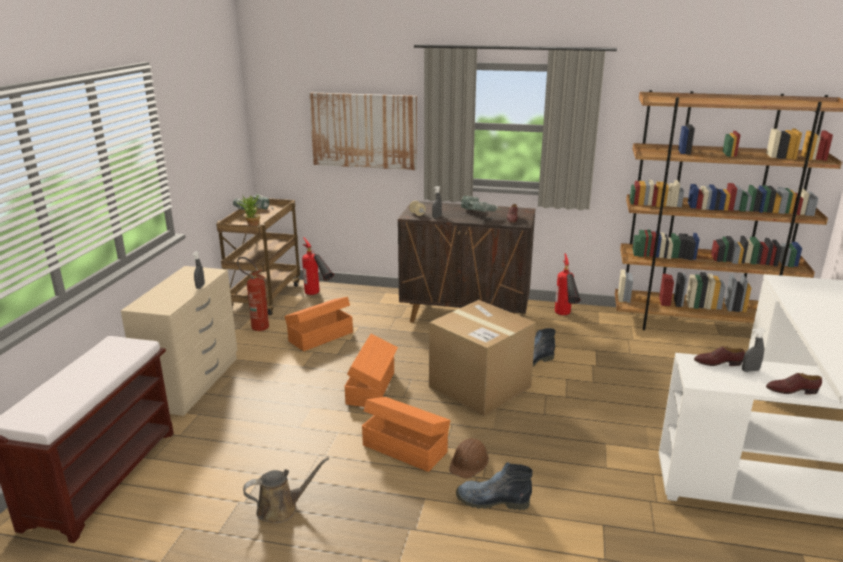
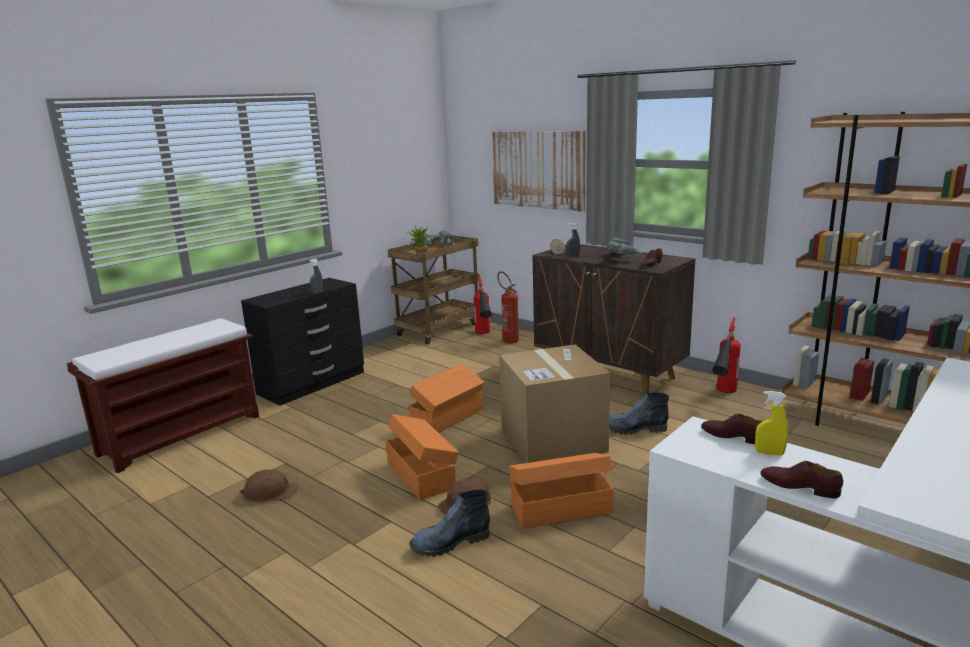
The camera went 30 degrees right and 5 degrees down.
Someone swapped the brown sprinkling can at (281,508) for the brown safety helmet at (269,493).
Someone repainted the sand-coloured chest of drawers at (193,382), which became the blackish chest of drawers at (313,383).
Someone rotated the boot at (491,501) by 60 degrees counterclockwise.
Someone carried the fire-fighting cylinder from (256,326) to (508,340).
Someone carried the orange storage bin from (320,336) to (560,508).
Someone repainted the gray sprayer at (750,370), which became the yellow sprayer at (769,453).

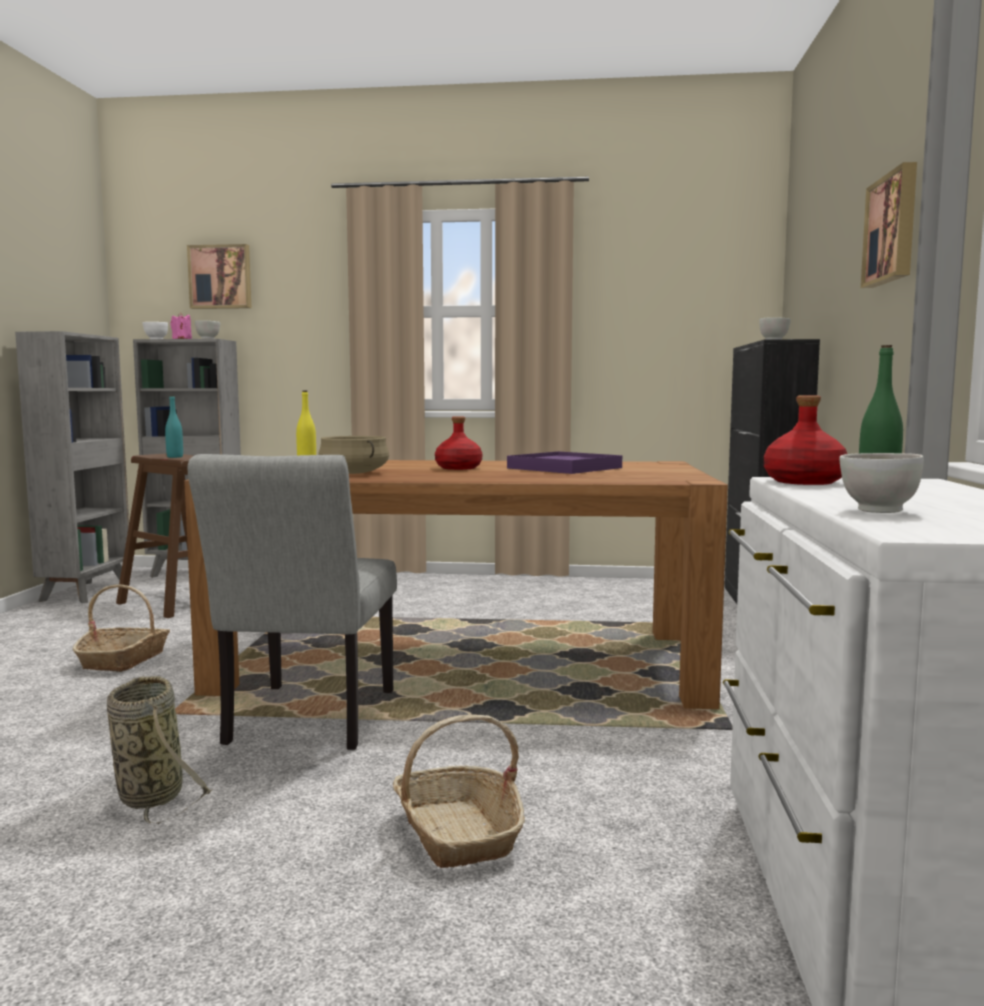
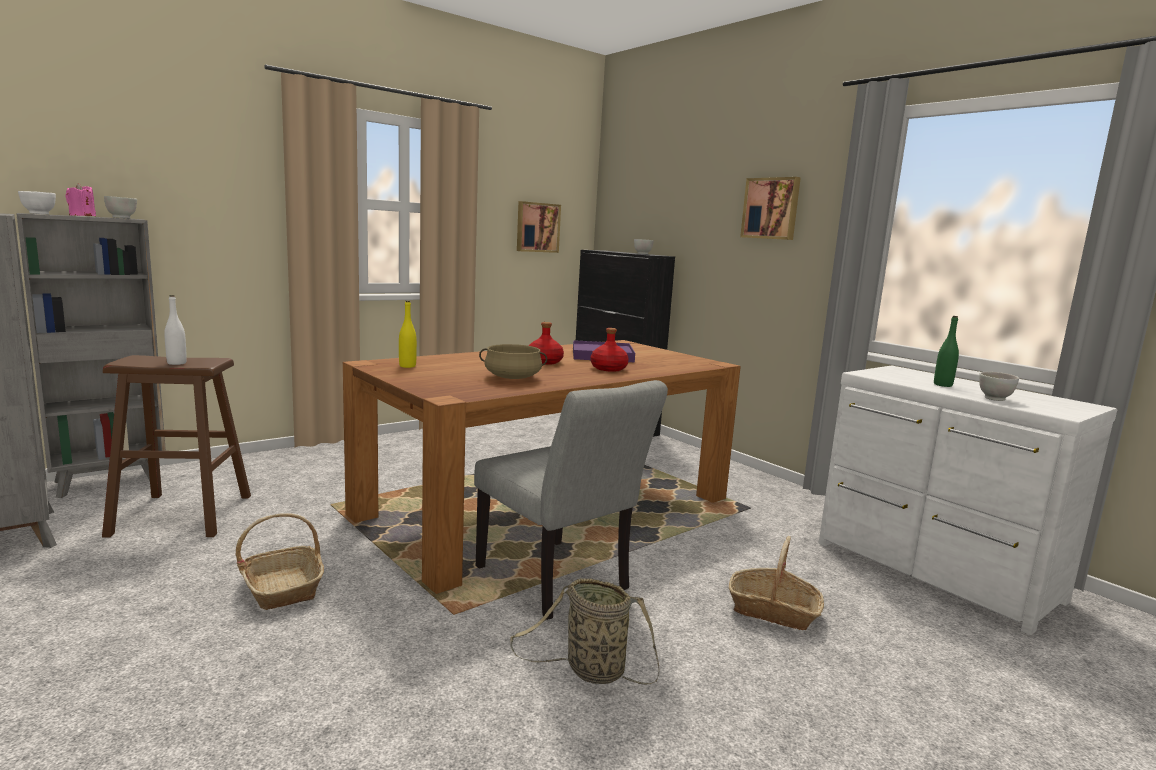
The camera went 45 degrees left and 5 degrees up.
Someone repainted the blue-green drink bottle at (175,457), which became the whitish drink bottle at (176,363).
Someone carried the wall picture from (220,277) to (537,227).
Someone carried the reddish drink bottle from (805,482) to (609,369).

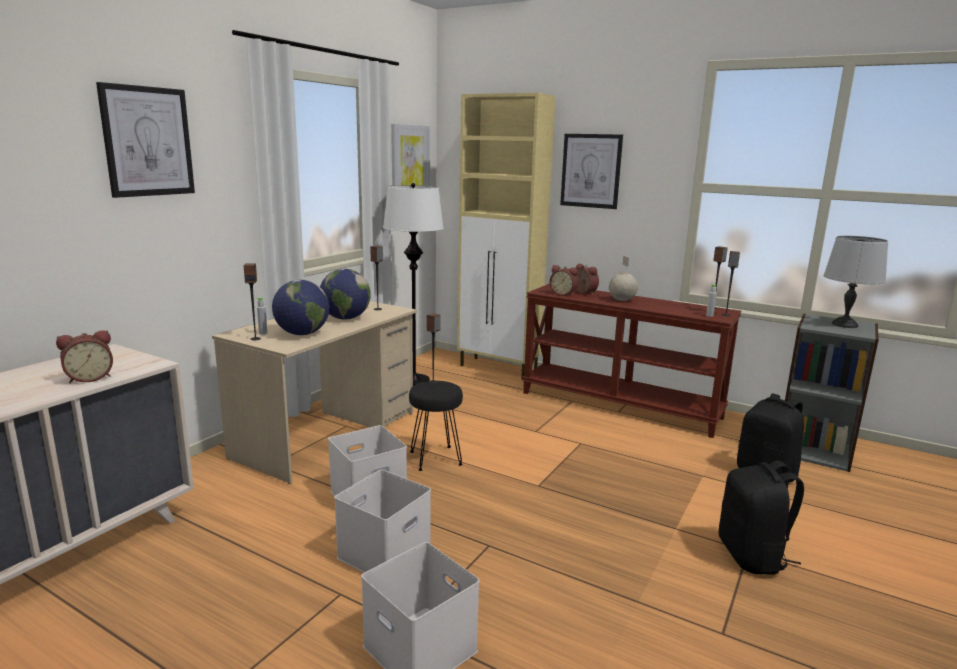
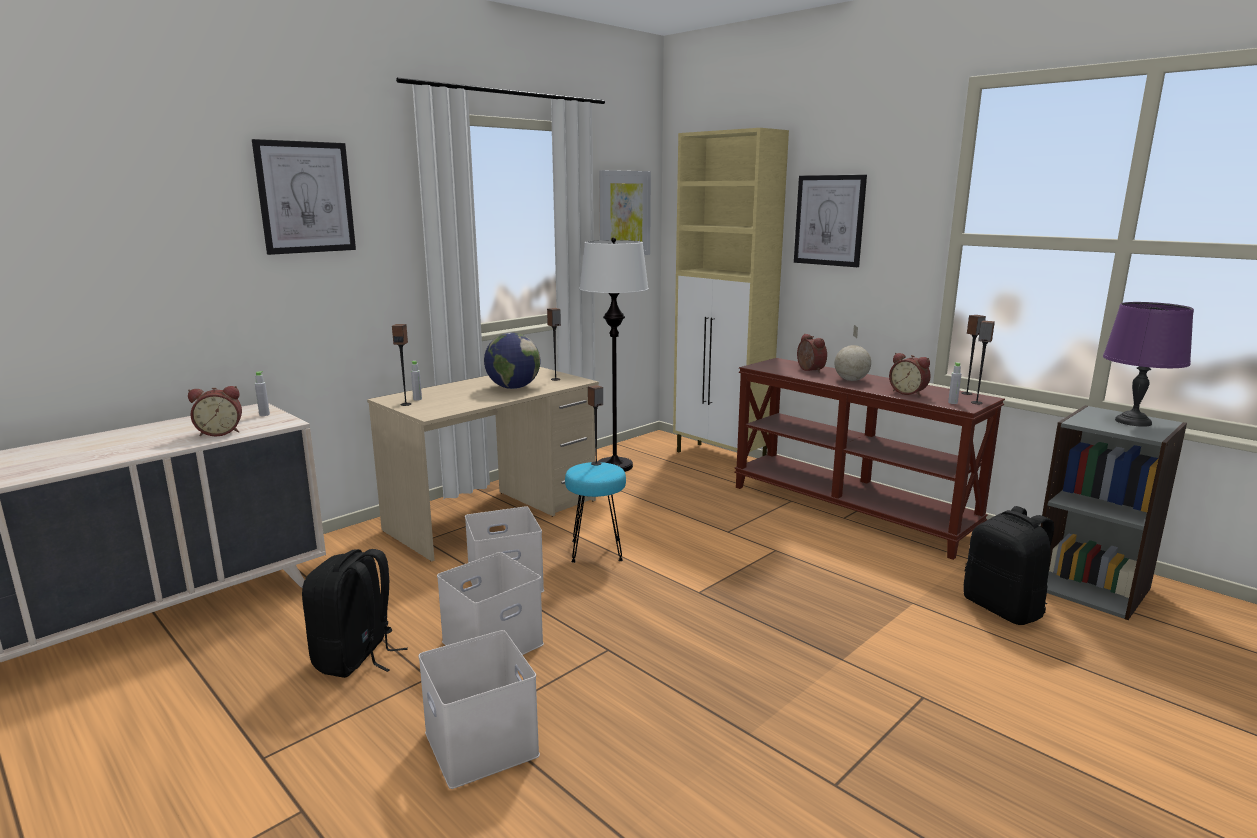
The camera went 15 degrees right and 0 degrees up.
Someone put down the gray drink bottle at (264,414).
Someone carried the blackish rucksack from (753,556) to (356,658).
Someone repainted the blackish stool at (435,459), which became the blue-green stool at (596,551).
Someone carried the table clock from (563,294) to (908,392).
Someone repainted the gray table lamp at (844,324), which became the purple-coloured table lamp at (1132,421).
Someone took away the world globe at (302,334).

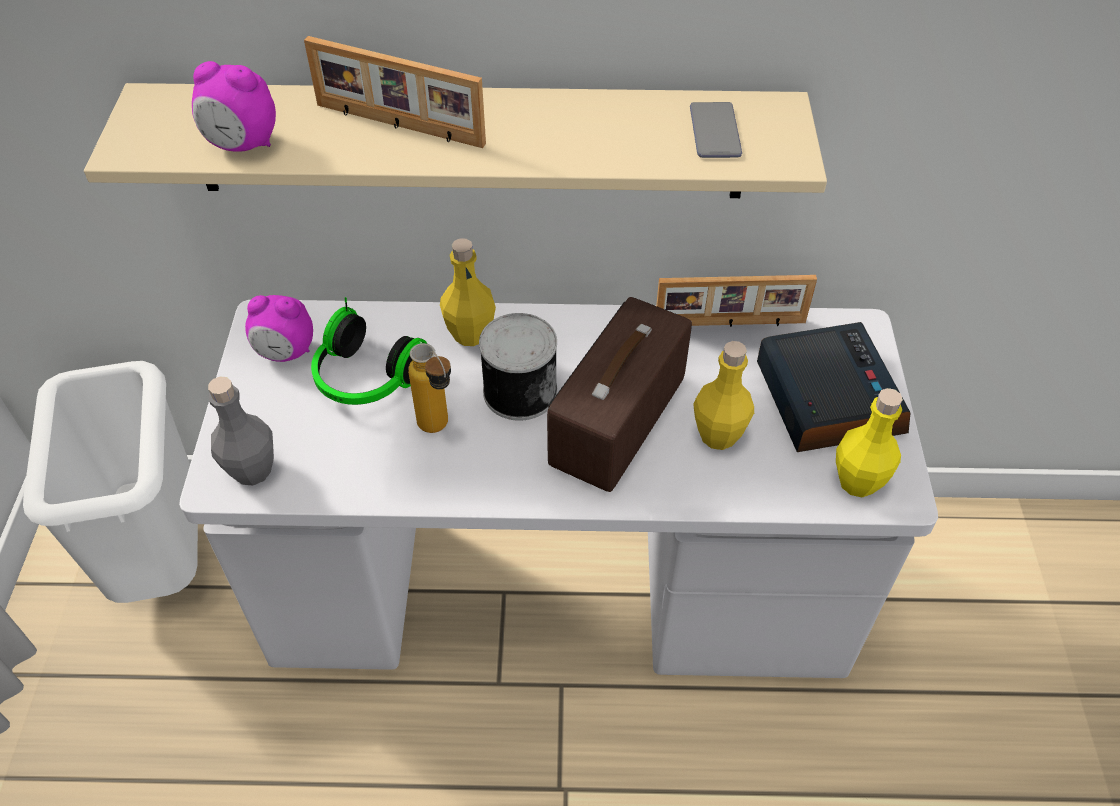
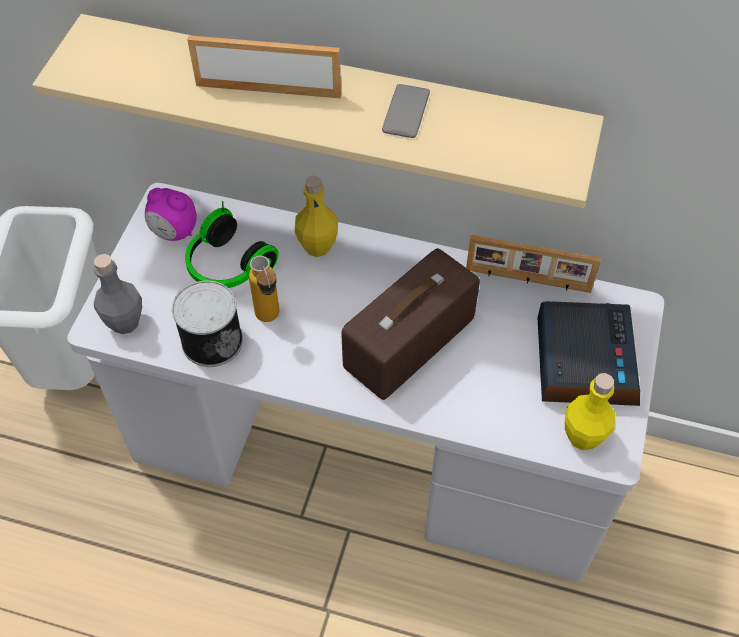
The camera went 15 degrees right and 5 degrees up.
Someone carried the can from (518,390) to (211,340).
Someone rotated the picture frame at (398,126) by 150 degrees clockwise.
Someone carried the handset from (715,132) to (406,112).
Someone took away the table clock at (242,145).
Someone took away the yellow drink bottle at (718,435).

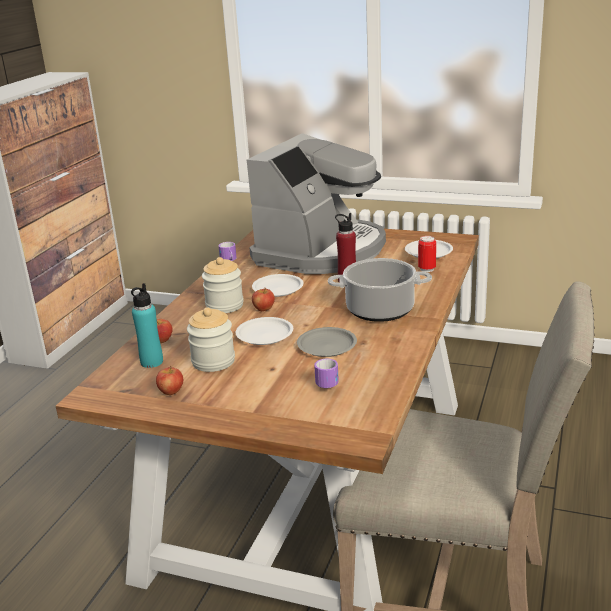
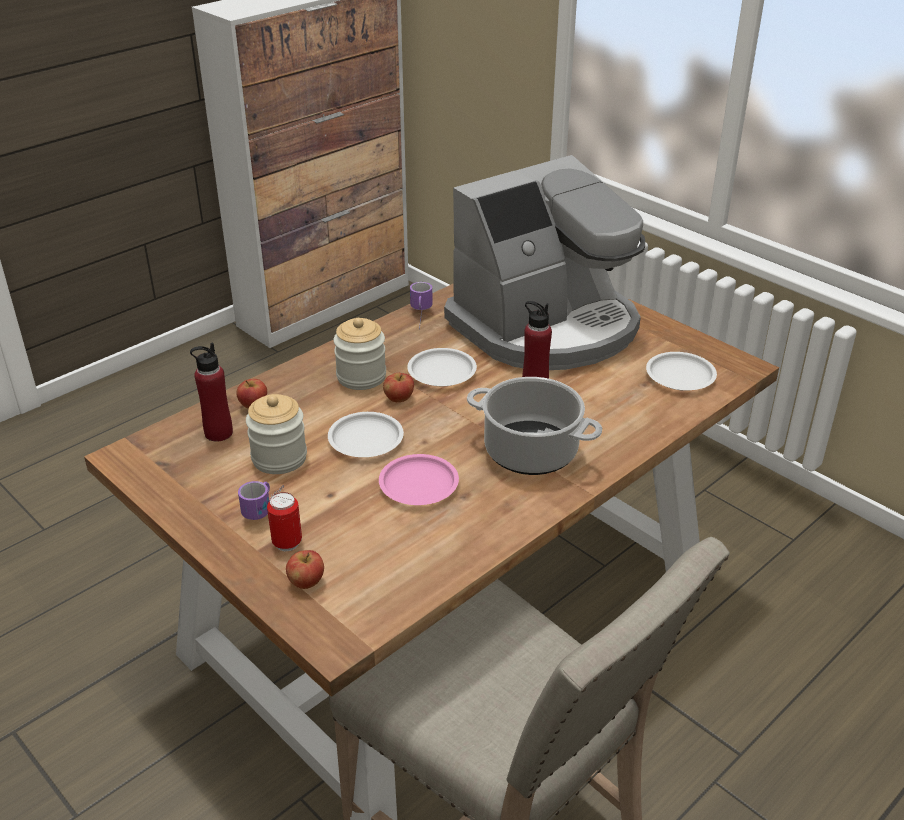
The camera went 25 degrees right and 10 degrees up.
Someone repainted the blue-green drink bottle at (151,362), which became the reddish drink bottle at (218,433).
Someone carried the coffee mug from (326,381) to (266,507).
Someone carried the can from (427,269) to (287,543).
Someone carried the apple fruit from (171,392) to (306,582).
Someone repainted the gray dinner plate at (326,346), which became the pinkish dinner plate at (418,484).

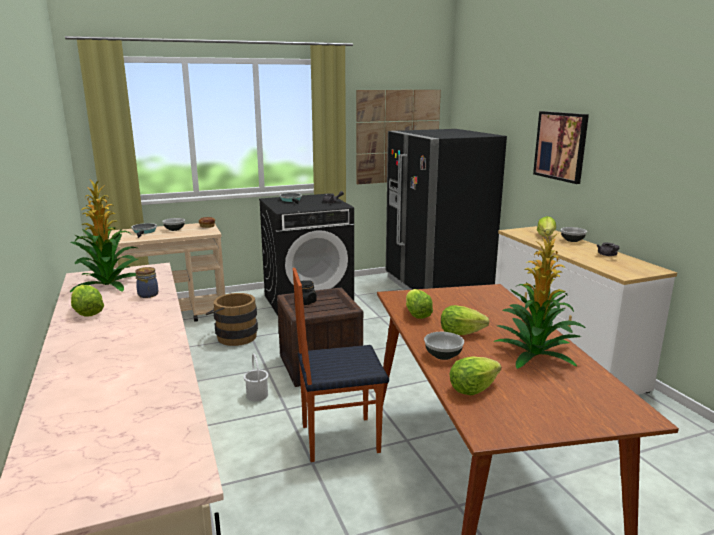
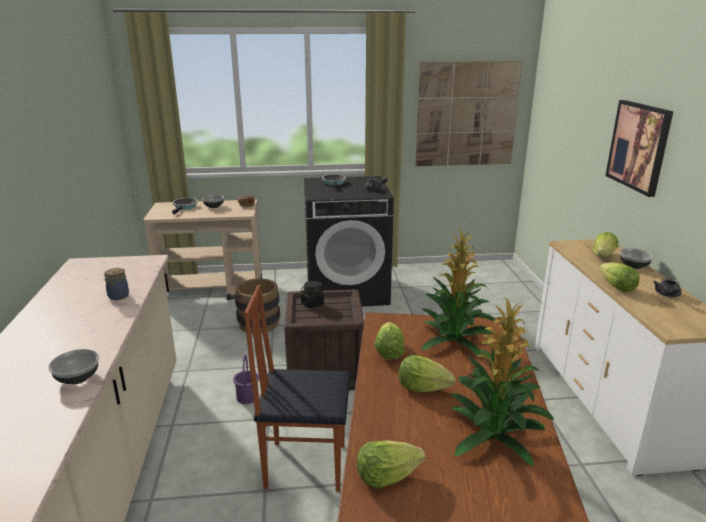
The camera went 15 degrees right and 5 degrees up.
Someone carried the serving bowl from (443,355) to (78,378).
Someone repainted the whitish water bucket at (257,396), which became the purple-coloured water bucket at (247,397).
Someone carried the houseplant from (109,284) to (455,339).
Someone carried the lettuce head from (87,313) to (616,287).
Someone took away the blackish fridge at (437,287).

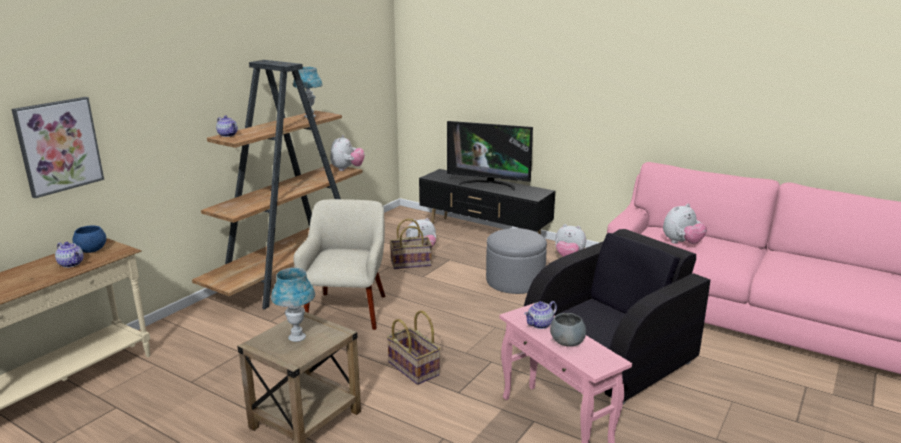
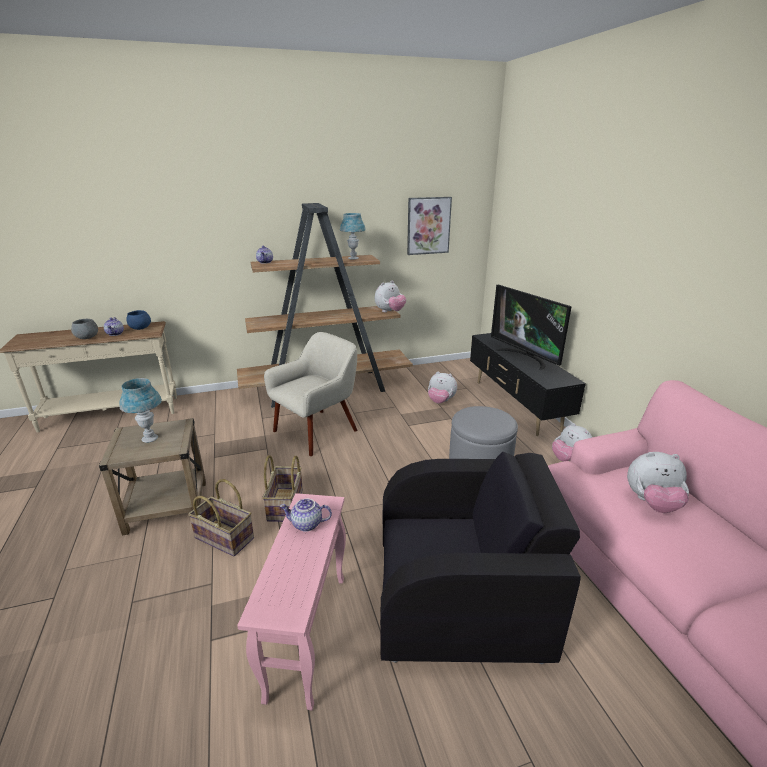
The camera went 40 degrees right and 5 degrees up.
Someone carried the gray serving bowl from (567,342) to (87,337).
Someone carried the storage basket from (411,263) to (225,537).
Someone carried the wall picture from (59,146) to (428,225).

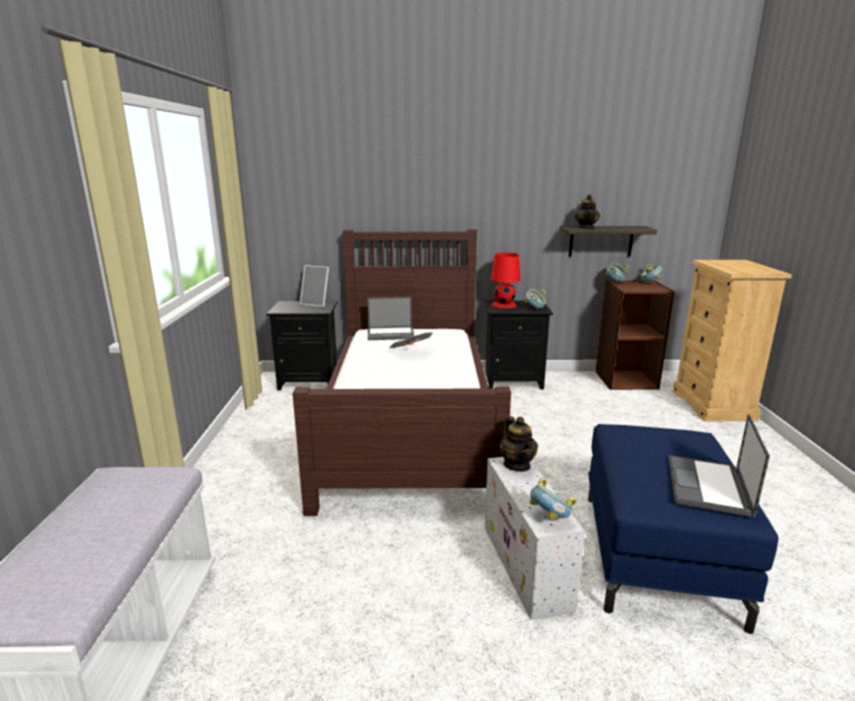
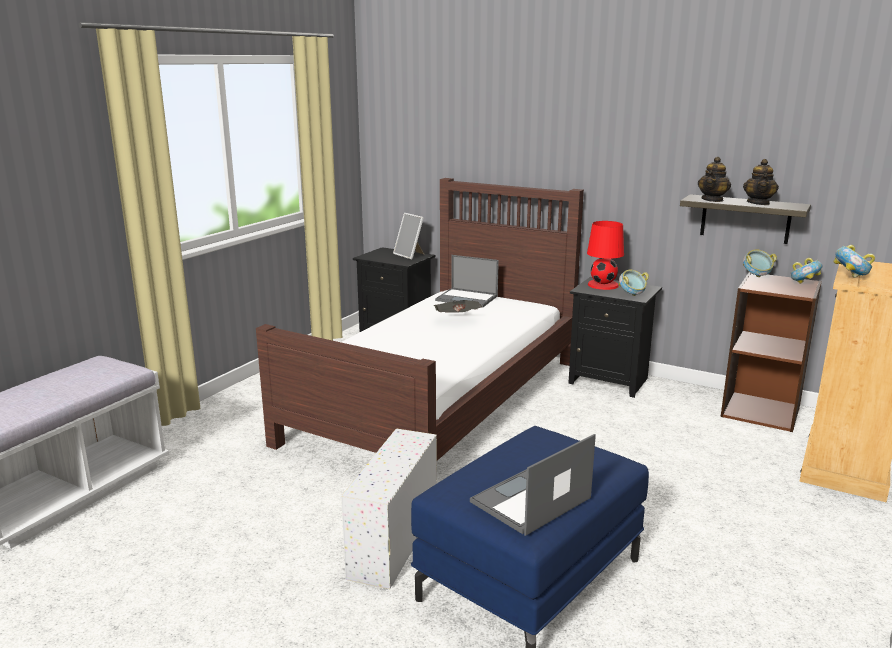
The camera went 30 degrees right and 0 degrees up.
Someone carried the pot for tea from (517,465) to (758,203).
Someone carried the serving bowl from (550,518) to (850,277).

